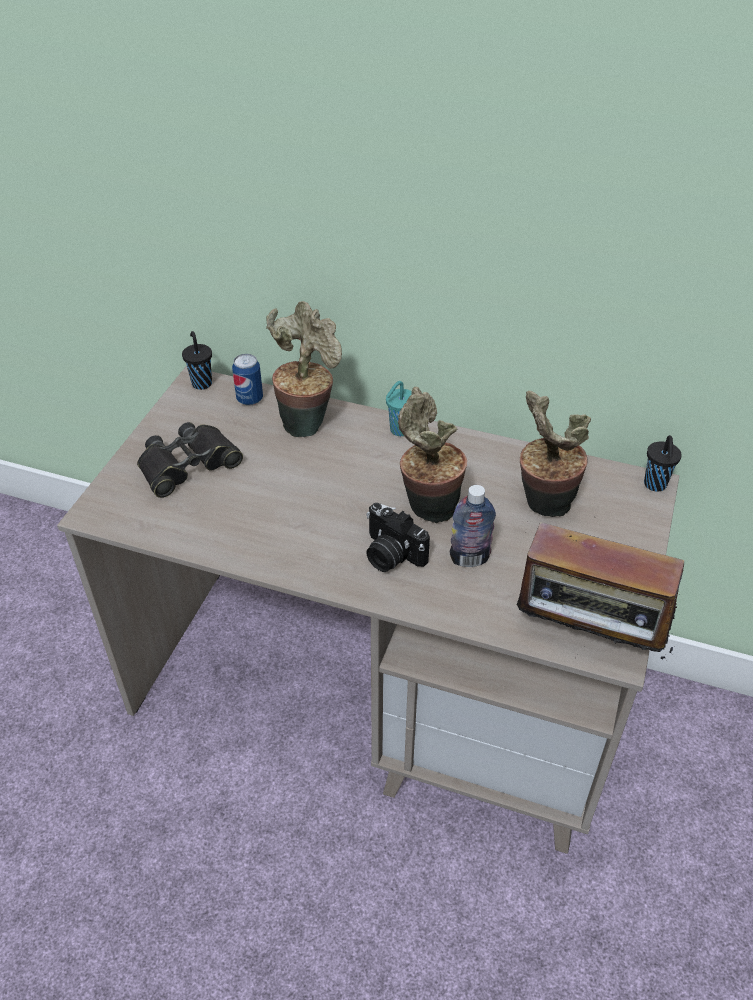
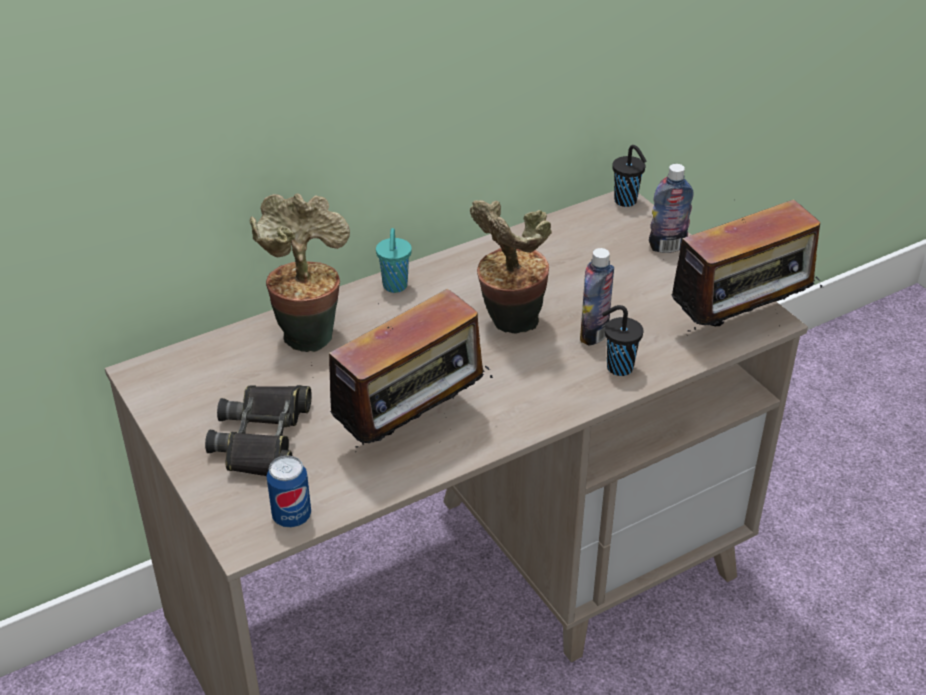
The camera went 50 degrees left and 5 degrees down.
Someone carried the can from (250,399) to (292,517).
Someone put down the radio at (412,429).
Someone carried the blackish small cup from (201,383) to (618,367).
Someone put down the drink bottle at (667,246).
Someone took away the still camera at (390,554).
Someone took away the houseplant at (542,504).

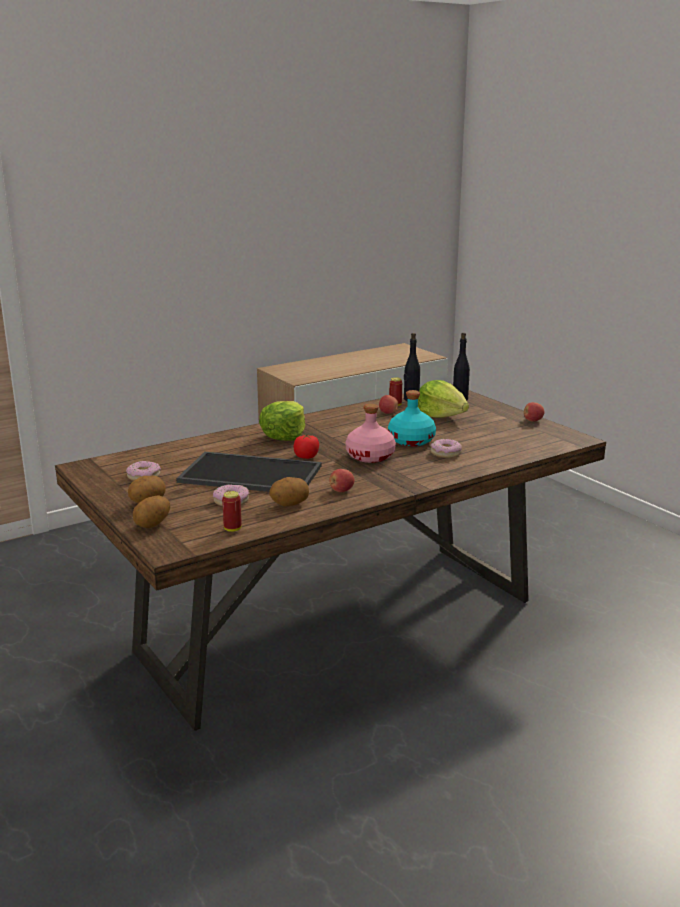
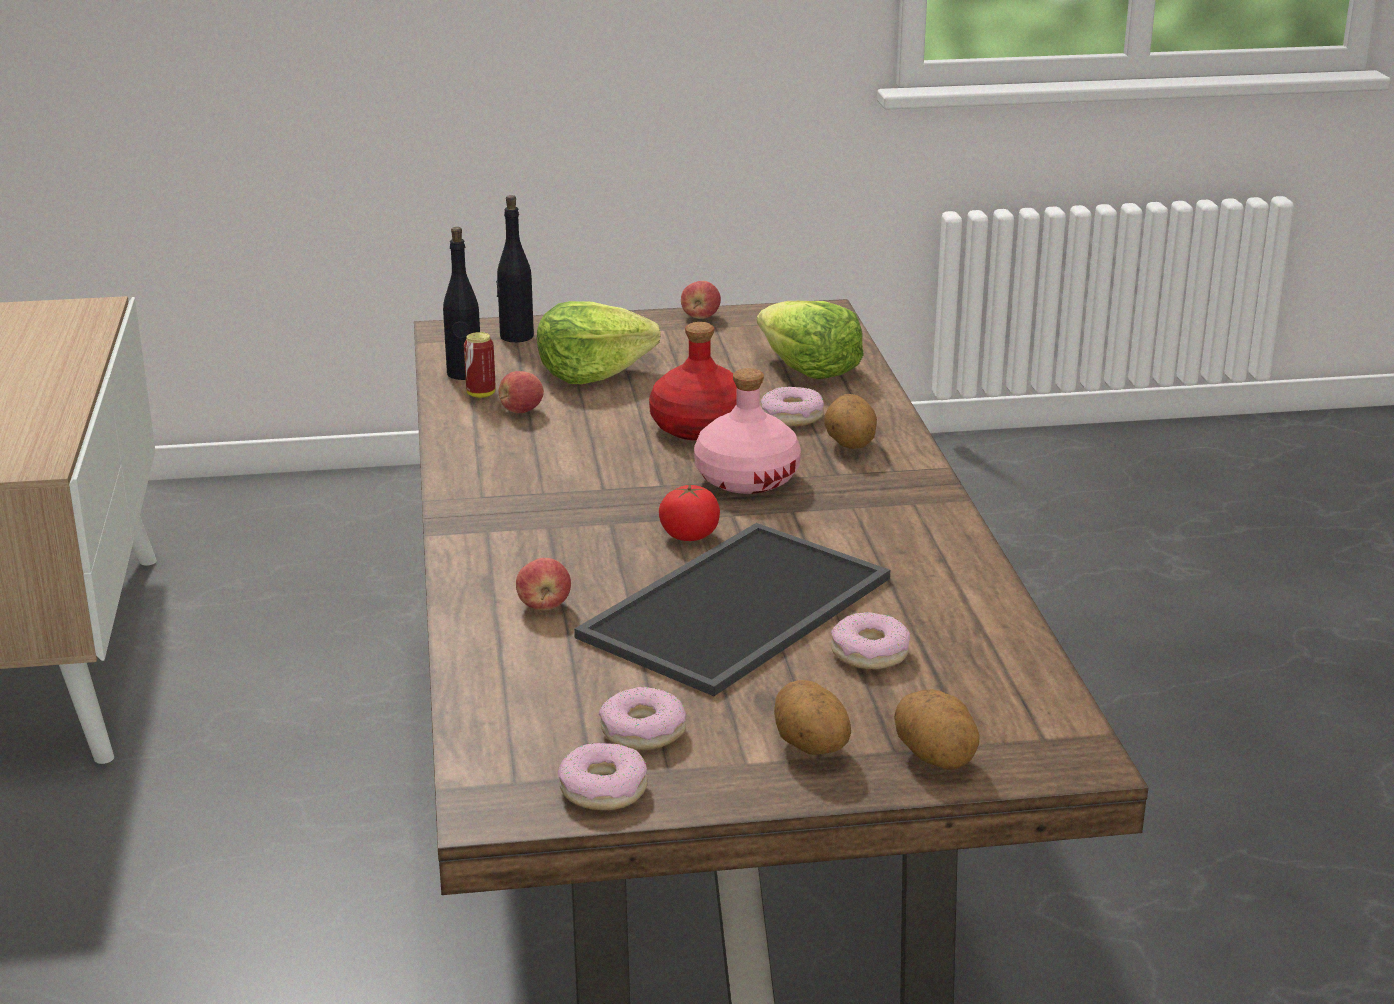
The camera went 65 degrees left and 5 degrees up.
Someone carried the apple fruit from (341,491) to (544,606).
Someone put down the doughnut at (603,789).
Someone repainted the blue-green drink bottle at (412,440), which became the reddish drink bottle at (699,426).
Someone carried the lettuce head from (284,435) to (808,369).
Someone carried the spud from (289,504) to (849,445).
Someone took away the can at (232,529).

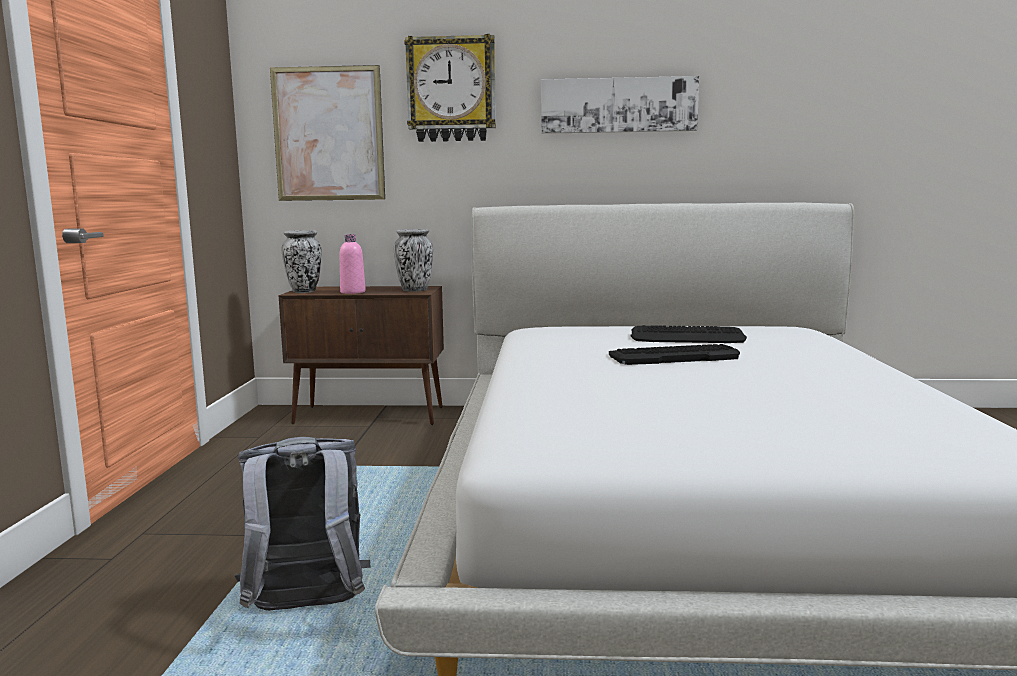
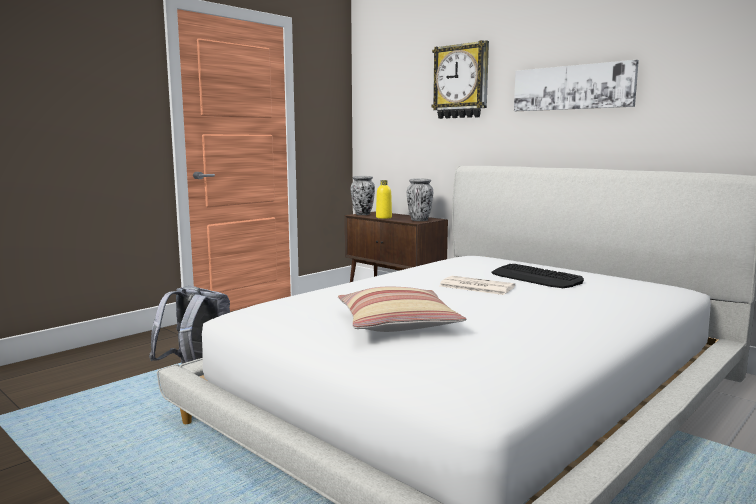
The camera went 40 degrees right and 0 degrees up.
Someone put down the cushion at (397,323).
Someone repainted the pinkish drink bottle at (353,292), which became the yellow drink bottle at (383,217).
Someone swapped the computer keyboard at (672,356) for the newspaper at (475,286).
Someone took away the wall picture at (328,134).

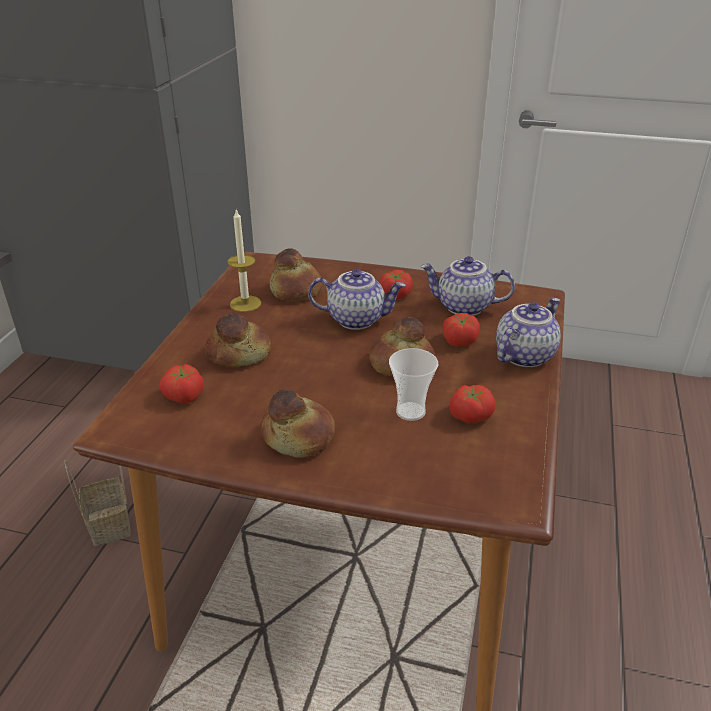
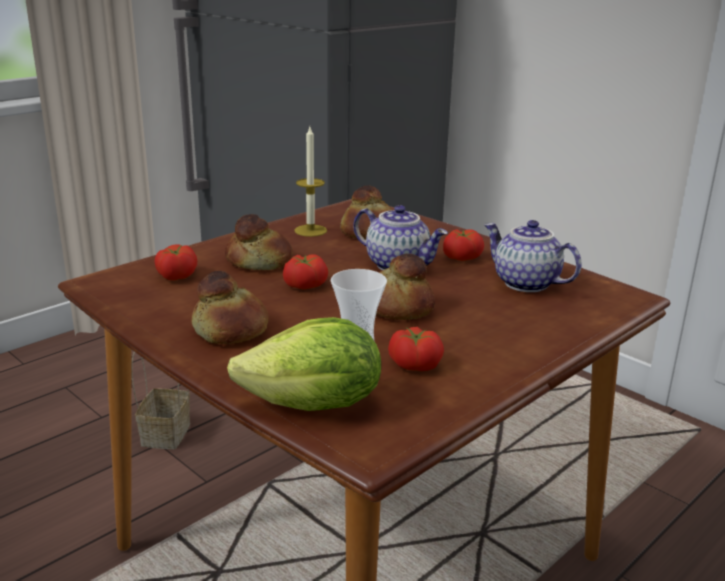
The camera went 30 degrees right and 10 degrees down.
Someone put down the lettuce head at (314,406).
Someone carried the tomato from (459,340) to (304,285).
Someone took away the pot for tea at (523,355).

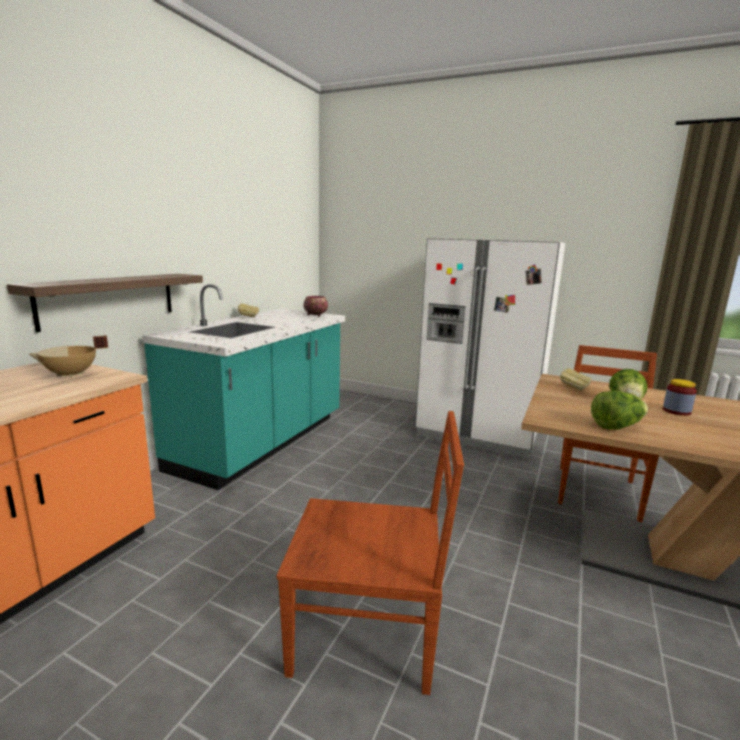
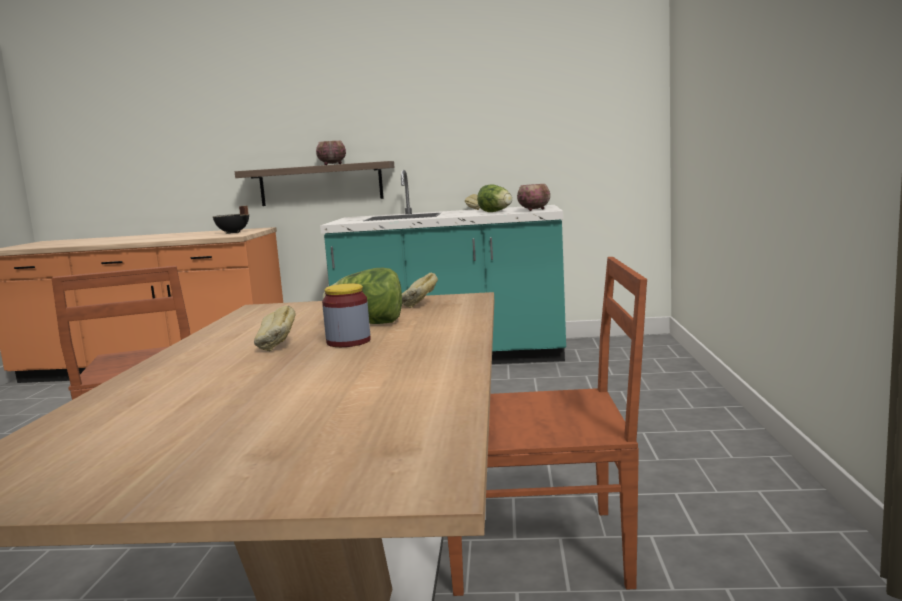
The camera went 70 degrees right and 5 degrees down.
Someone repainted the sand-coloured cooking pot at (71,375), which became the blackish cooking pot at (232,233).
Someone put down the bread at (277,347).
Someone put down the serving bowl at (331,164).
Someone carried the lettuce head from (616,427) to (496,212).
Someone took away the whitish fridge at (479,431).

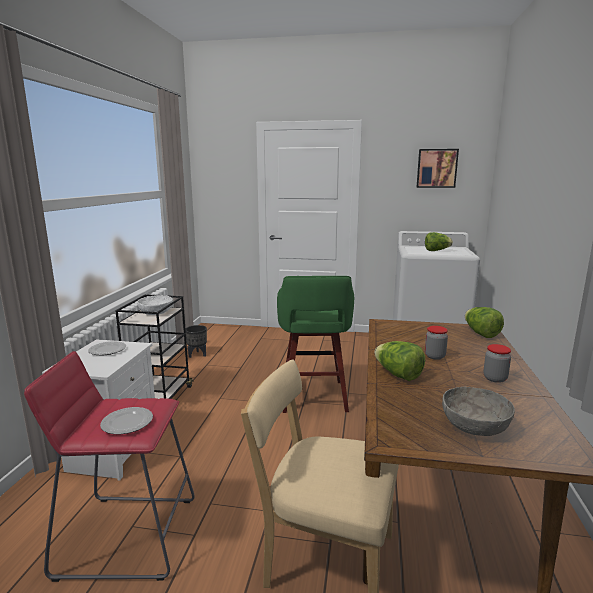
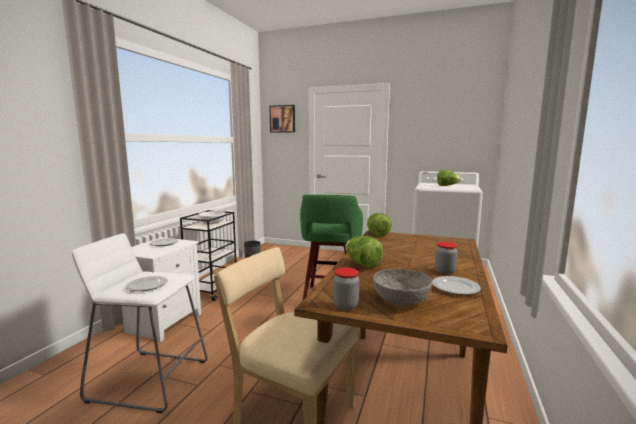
The camera went 10 degrees right and 5 degrees down.
Someone repainted the reddish stool at (128,535), which became the whitish stool at (149,379).
Someone carried the wall picture from (436,168) to (282,119).
Someone carried the jar from (434,356) to (345,306).
Someone carried the lettuce head from (481,333) to (377,234).
Someone put down the dinner plate at (455,288).

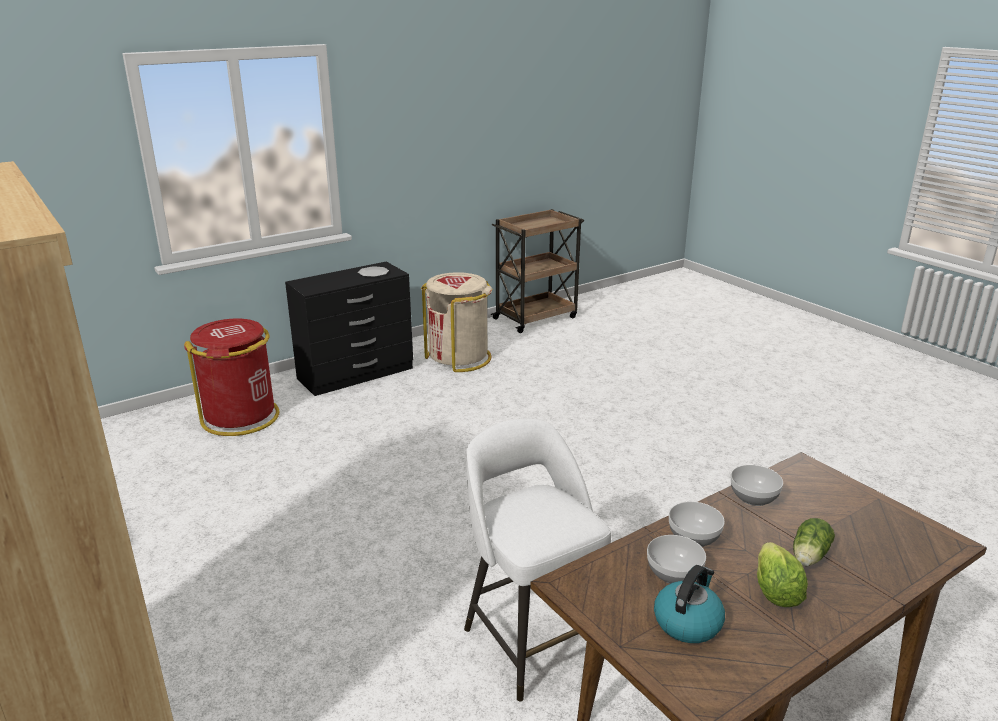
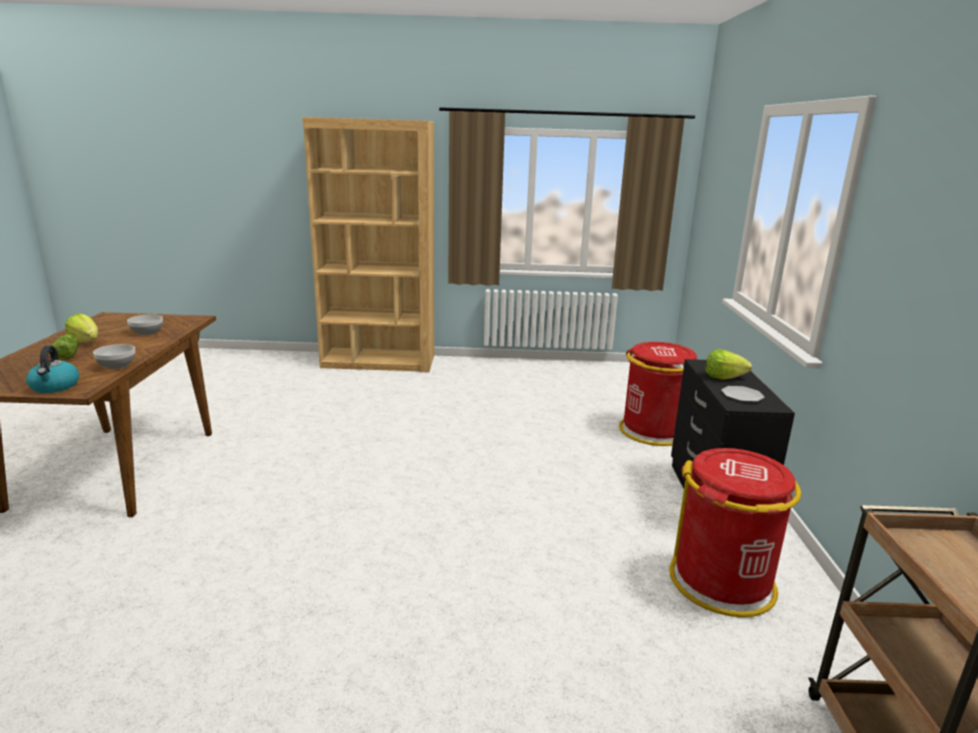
The camera went 125 degrees right and 5 degrees down.
Someone carried the kettle from (687,622) to (55,387).
Someone repainted the sand-coloured trash can at (459,358), which became the reddish trash can at (722,582).
Someone put down the lettuce head at (723,377).
Someone took away the whitish stool at (533,639).
Someone took away the serving bowl at (693,537).

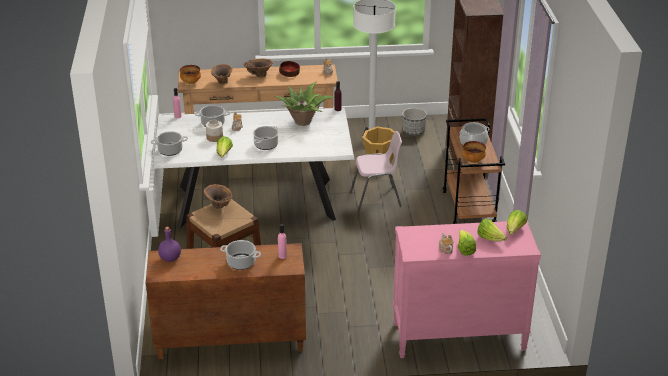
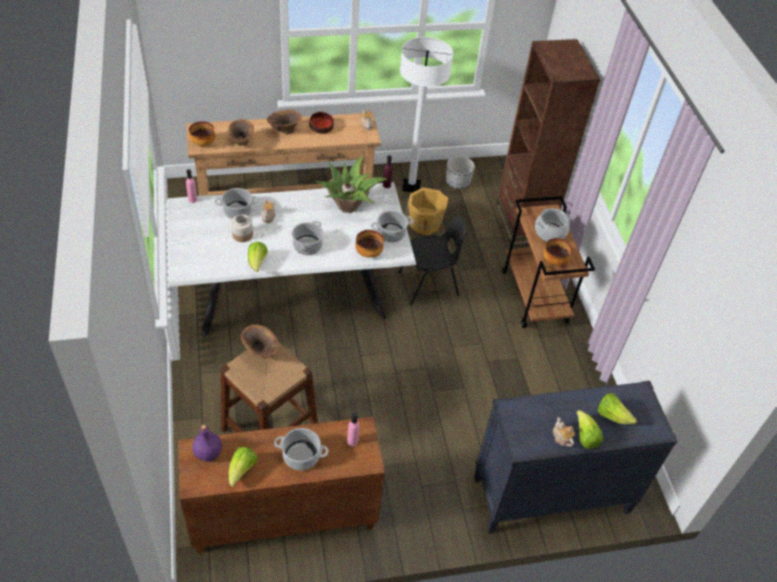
The camera went 10 degrees left and 15 degrees up.
Someone carried the lettuce head from (514,230) to (242,471).
Someone put down the serving bowl at (368,253).
Someone carried the cooking pot from (170,150) to (391,233).
Someone repainted the pinkish chair at (376,199), which became the blackish chair at (429,285).
Someone repainted the pinkish chest of drawers at (458,337), which became the blackish chest of drawers at (550,496).

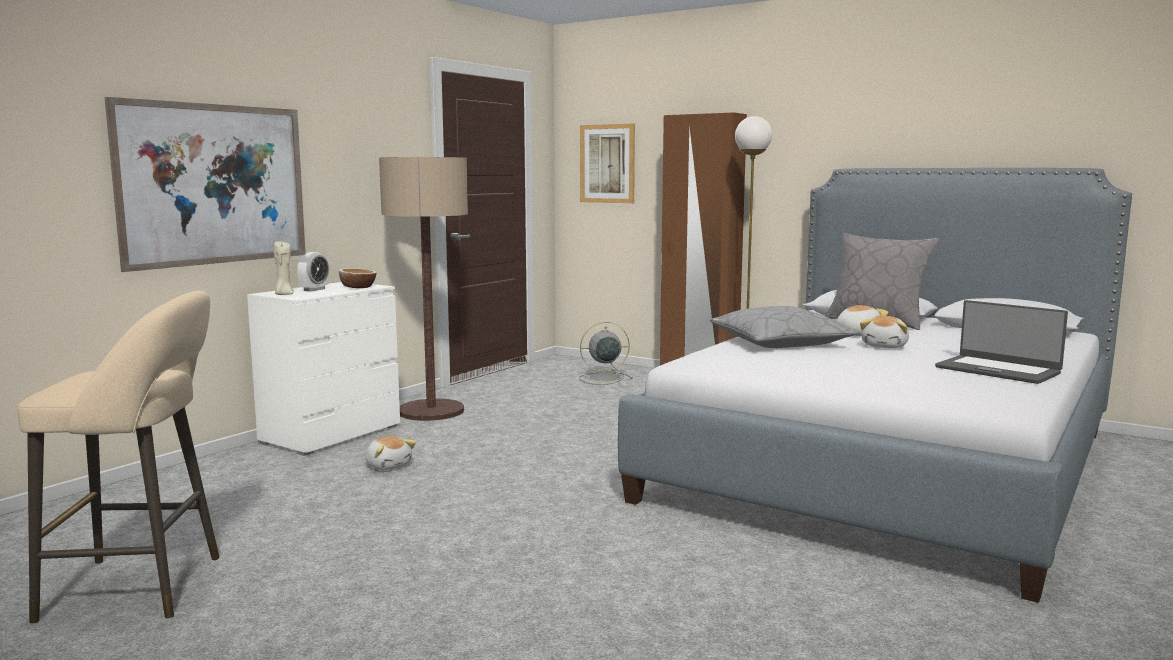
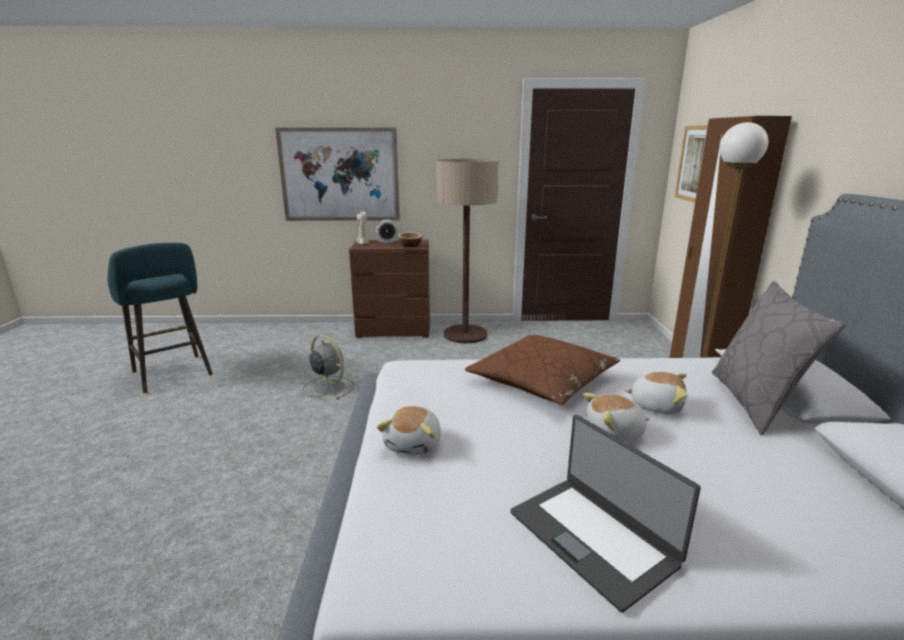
The camera went 55 degrees right and 10 degrees up.
Someone repainted the sand-coloured stool at (143,587), which became the blue-green stool at (173,375).
Someone carried the gray electric fan from (603,378) to (328,387).
Someone repainted the whitish chest of drawers at (331,434), which became the brown chest of drawers at (394,330).
Someone carried the plush toy from (388,465) to (414,444).
Someone repainted the gray cushion at (779,343), which became the brown cushion at (542,380).
Someone rotated the notebook computer at (998,370) by 45 degrees counterclockwise.

